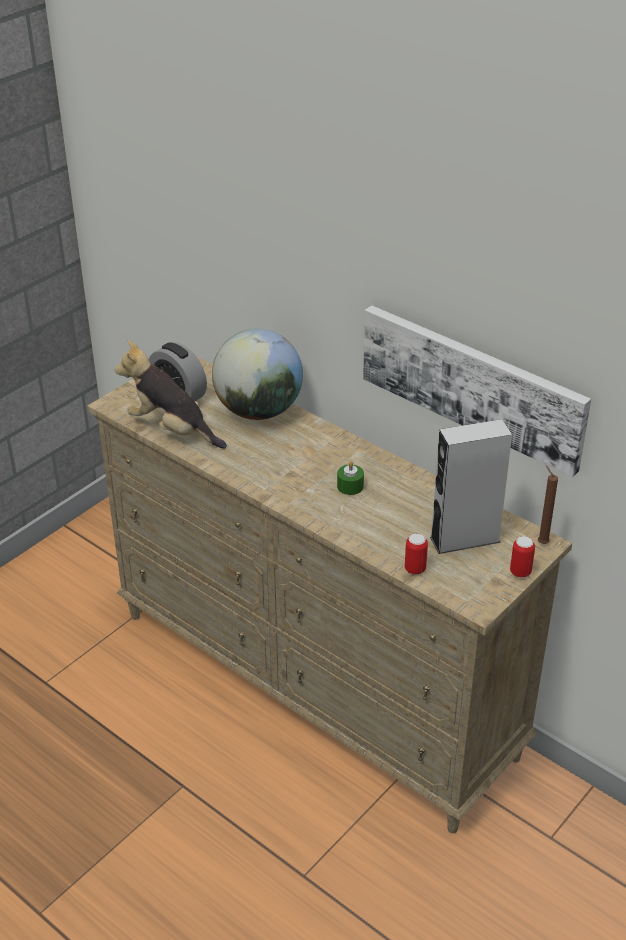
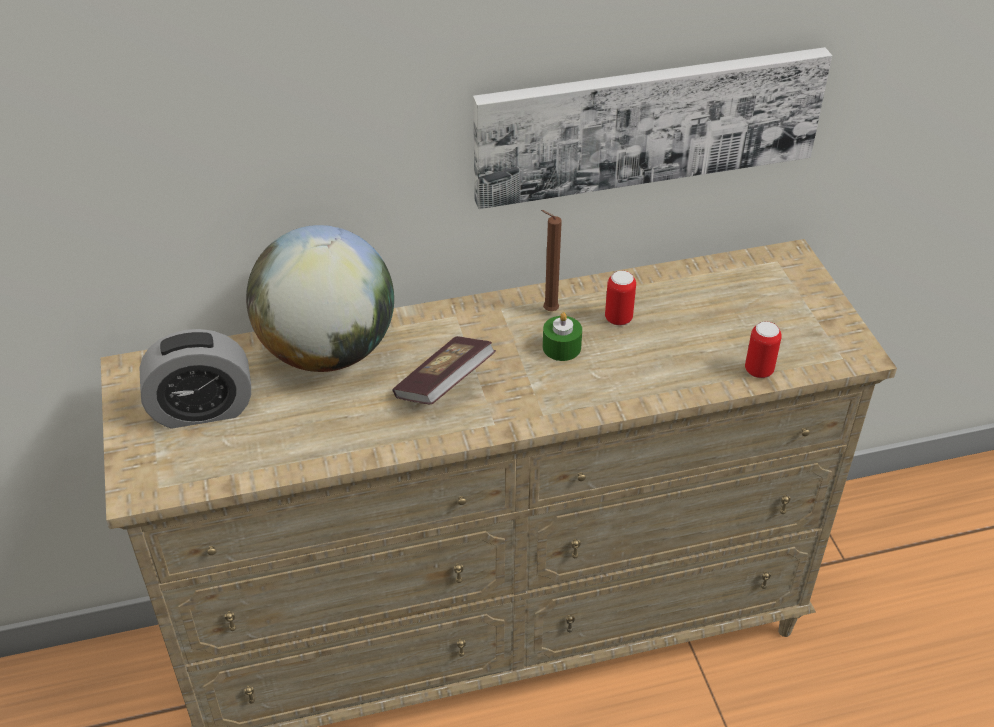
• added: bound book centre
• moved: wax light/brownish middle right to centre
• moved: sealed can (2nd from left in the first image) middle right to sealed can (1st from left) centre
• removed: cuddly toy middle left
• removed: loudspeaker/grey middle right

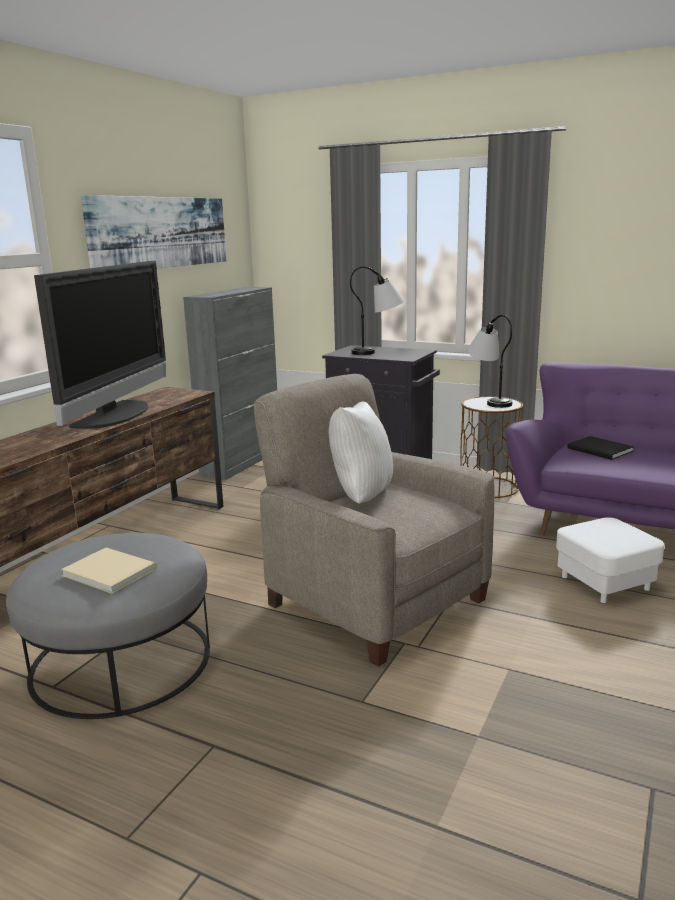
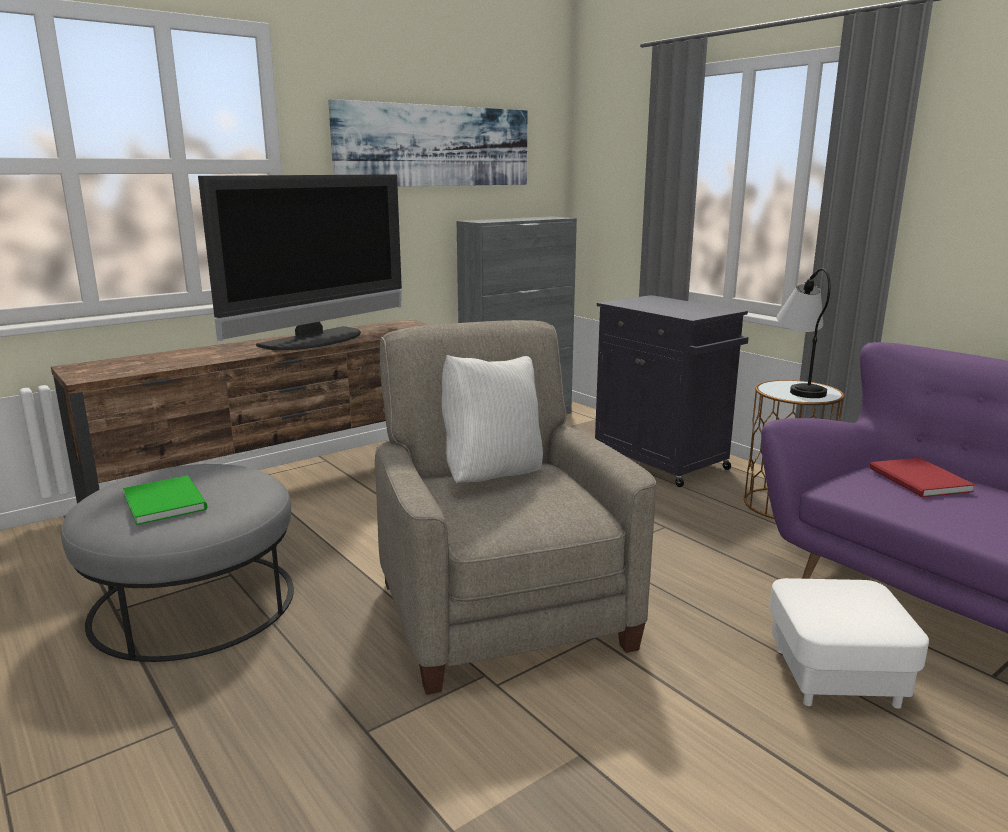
• recoloured: bound book/beige-coloured middle left to bound book/green-coloured middle left
• recoloured: bound book/blackish middle right to bound book/red middle right
• removed: tabletop lamp (1st from left) centre

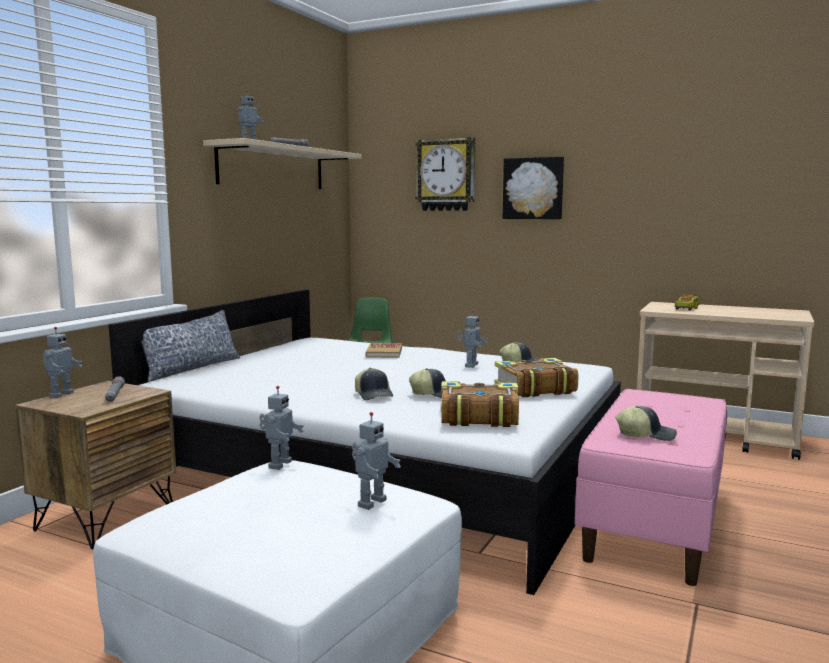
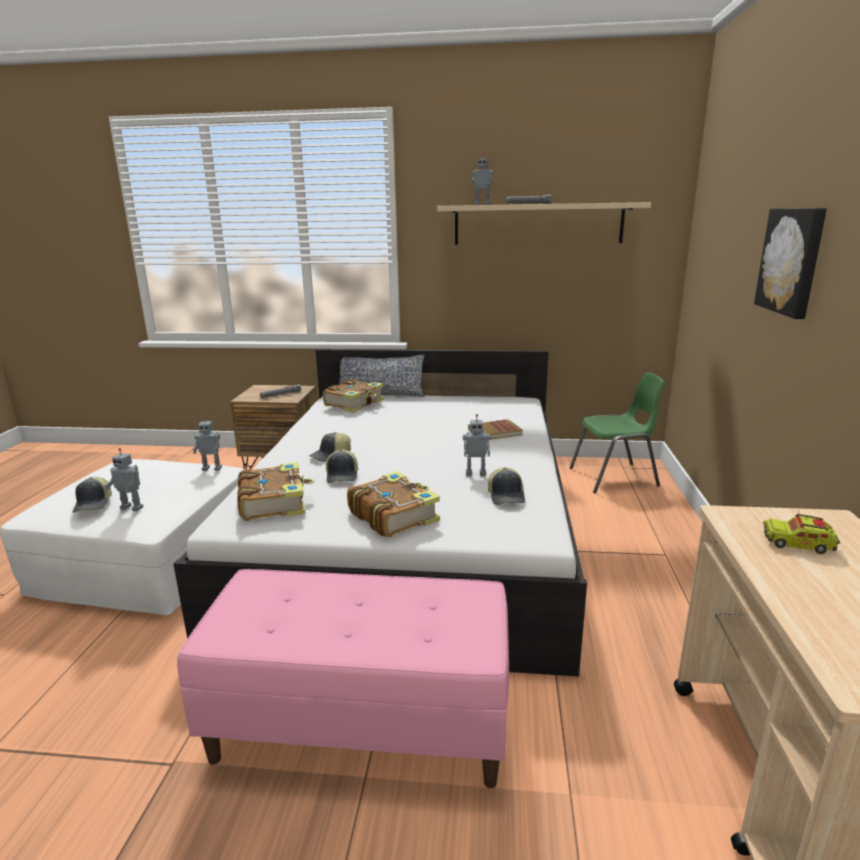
• moved: baseball cap (4th from left in the first image) middle right to baseball cap (1st from left) middle left
• added: bound book (2nd from left) centre
• removed: toy robot (1st from left) middle left
• removed: wall clock top centre

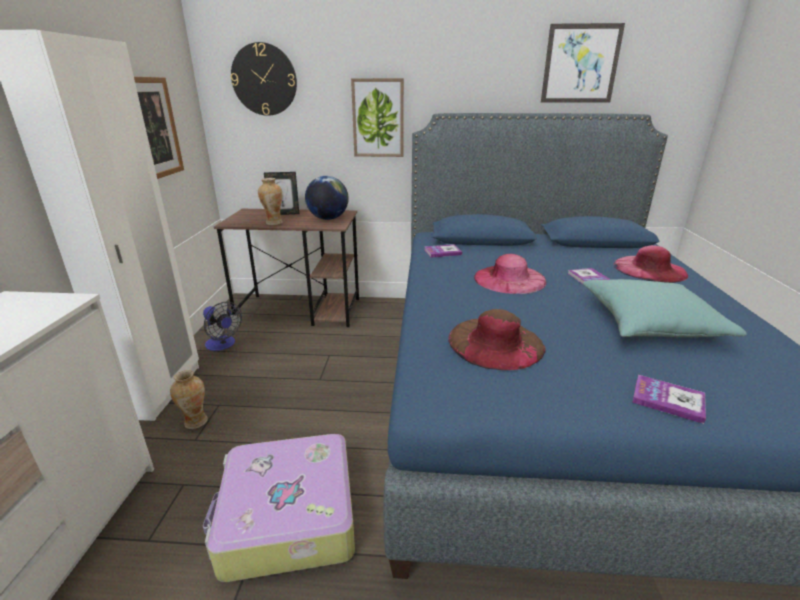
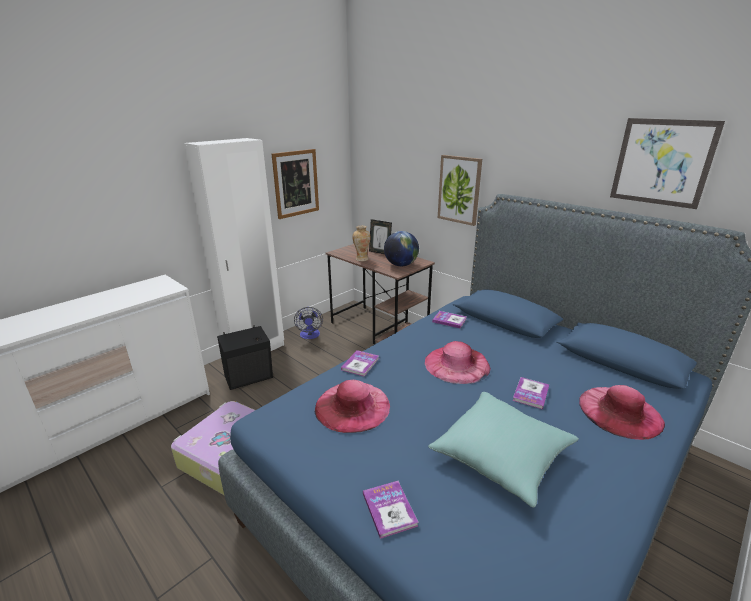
• replaced: flower vase (1st from left) middle left to loudspeaker/blackish middle left
• recoloured: wearable hat/brownish centre to wearable hat/pink-coloured (1st from left) bottom centre
• added: bound book (1st from left) centre
• removed: wall clock top left

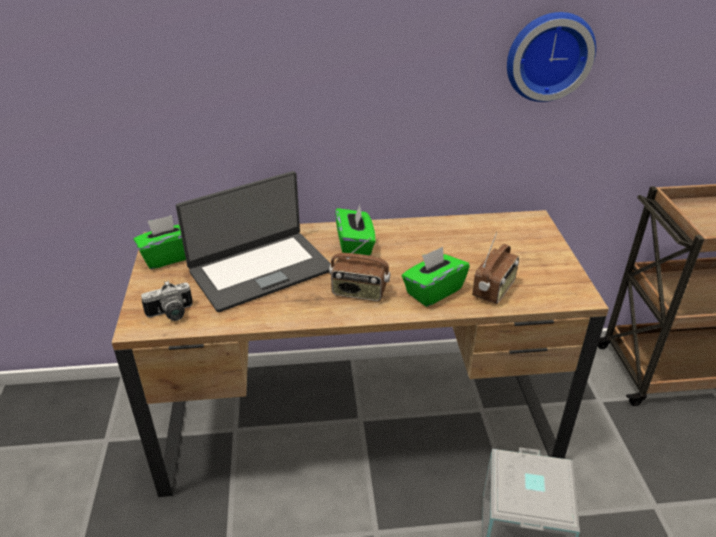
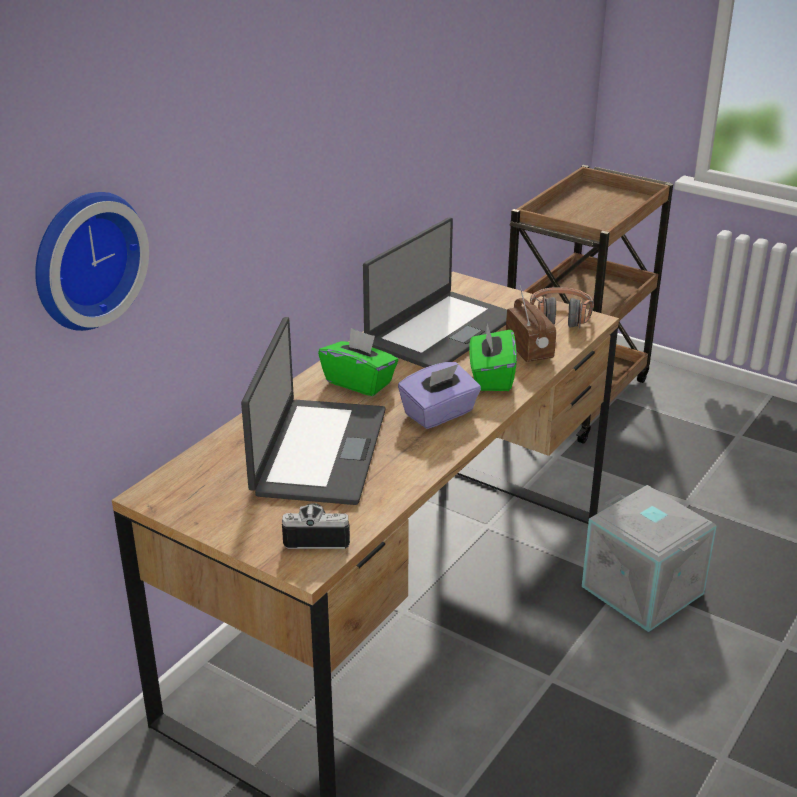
• moved: wall clock top right to top left
• turned: still camera middle left = centre 105 degrees counterclockwise
• added: notebook computer (2nd from left) centre
• replaced: radio (1st from left) centre to tissue box/purplish centre
• added: headphones middle right
• removed: tissue box/green-coloured (1st from left) middle left

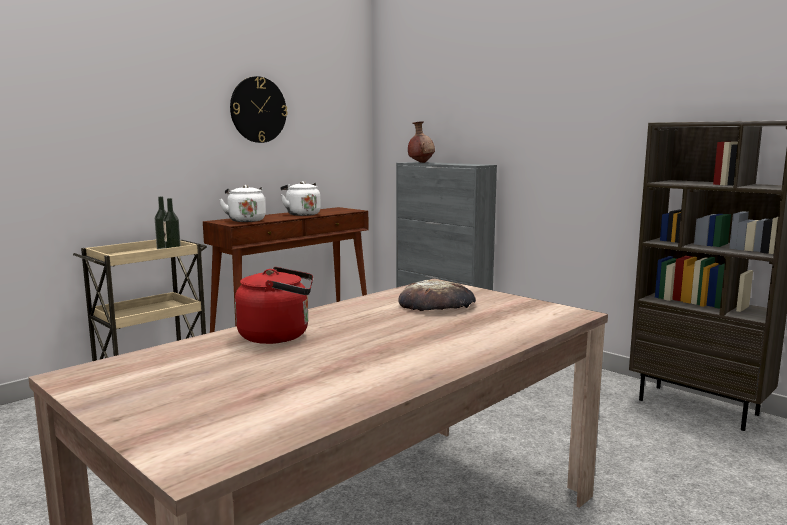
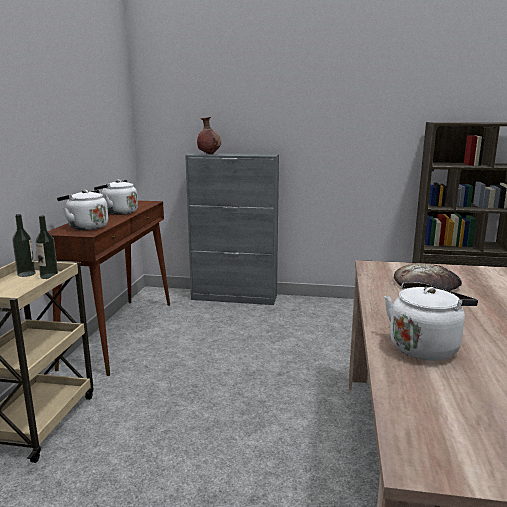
• recoloured: kettle/red centre to kettle/white (3rd from left) middle right
• removed: wall clock top left

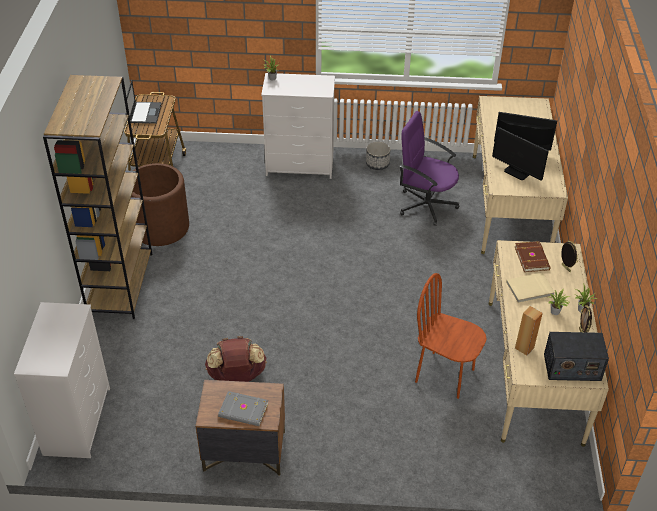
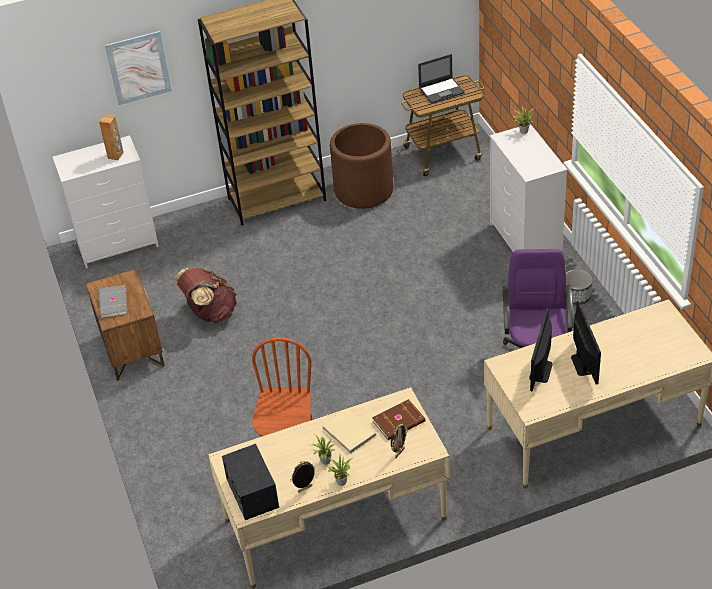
• moved: loudspeaker/brownish middle right to top left
• added: wall art top left

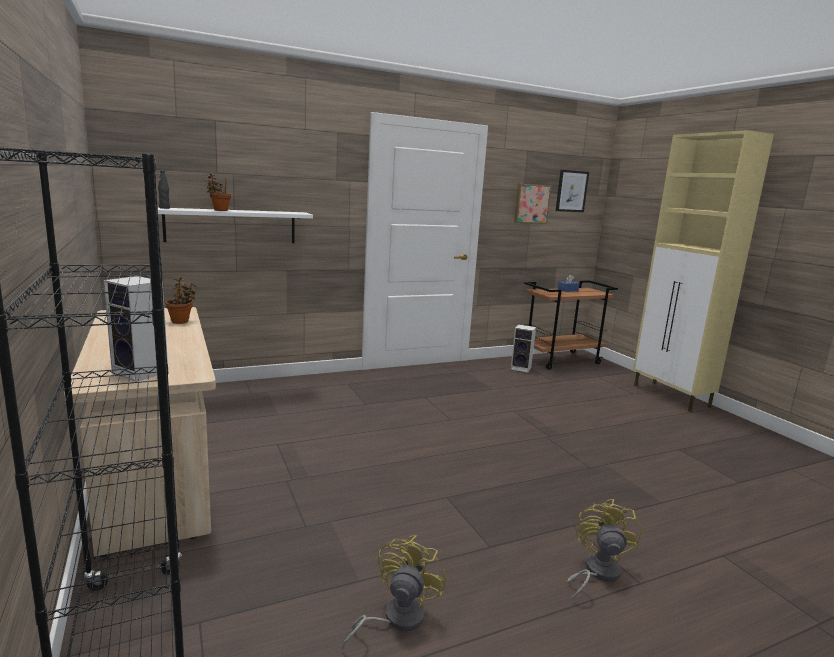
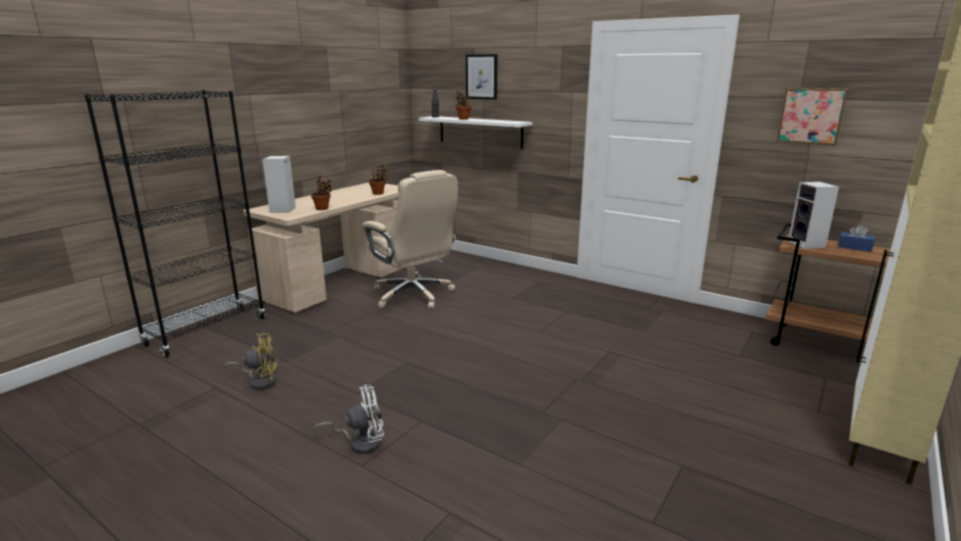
• added: plant in a pot (1st from left) centre
• recoloured: electric fan/yellow-coloured (2nd from left) bottom right to electric fan/white bottom centre
• added: computer chair/beige-coloured centre
• moved: wall art (2nd from left in the first image) top right to wall art (1st from left) top centre
• moved: loudspeaker (2nd from left) centre to middle right

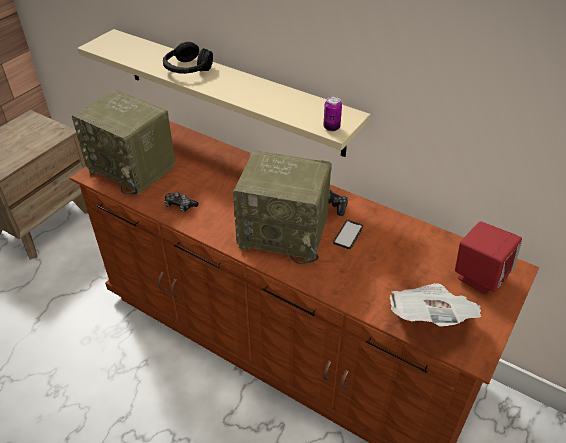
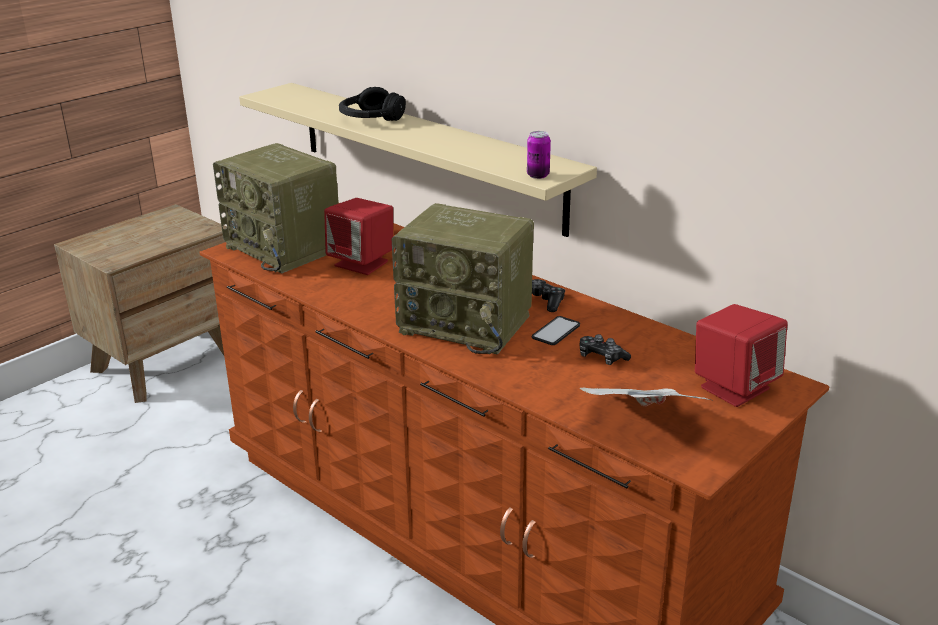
• added: loudspeaker/red (1st from left) centre
• moved: gamepad (1st from left in the first image) middle left to gamepad (2nd from left) centre

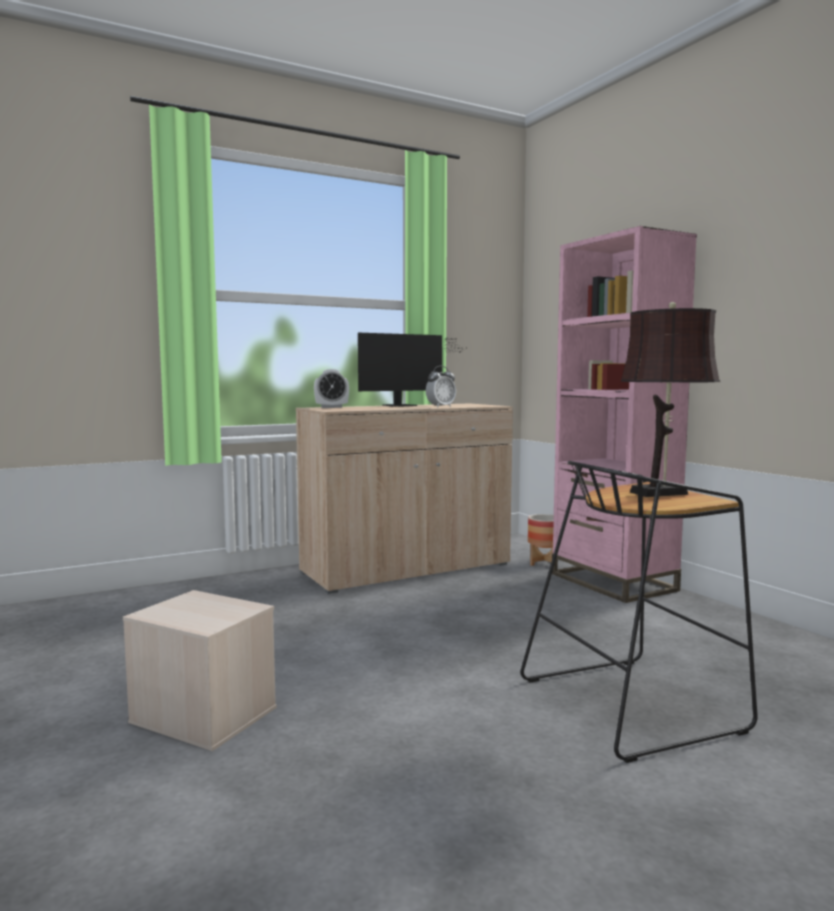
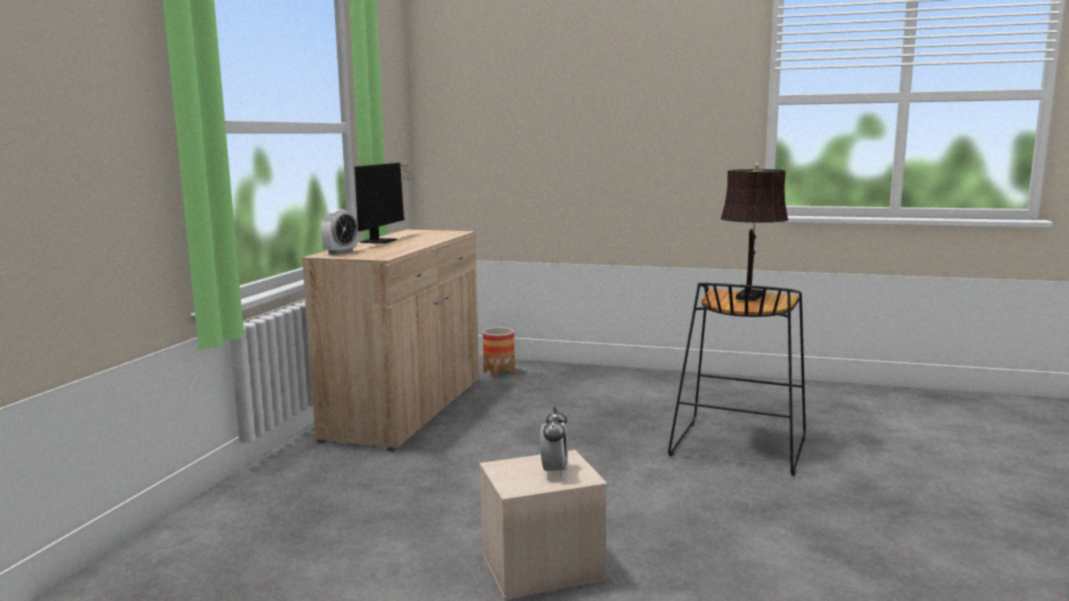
• moved: bedside clock (2nd from left) centre to bottom centre
• removed: bookcase/pink-coloured middle right

